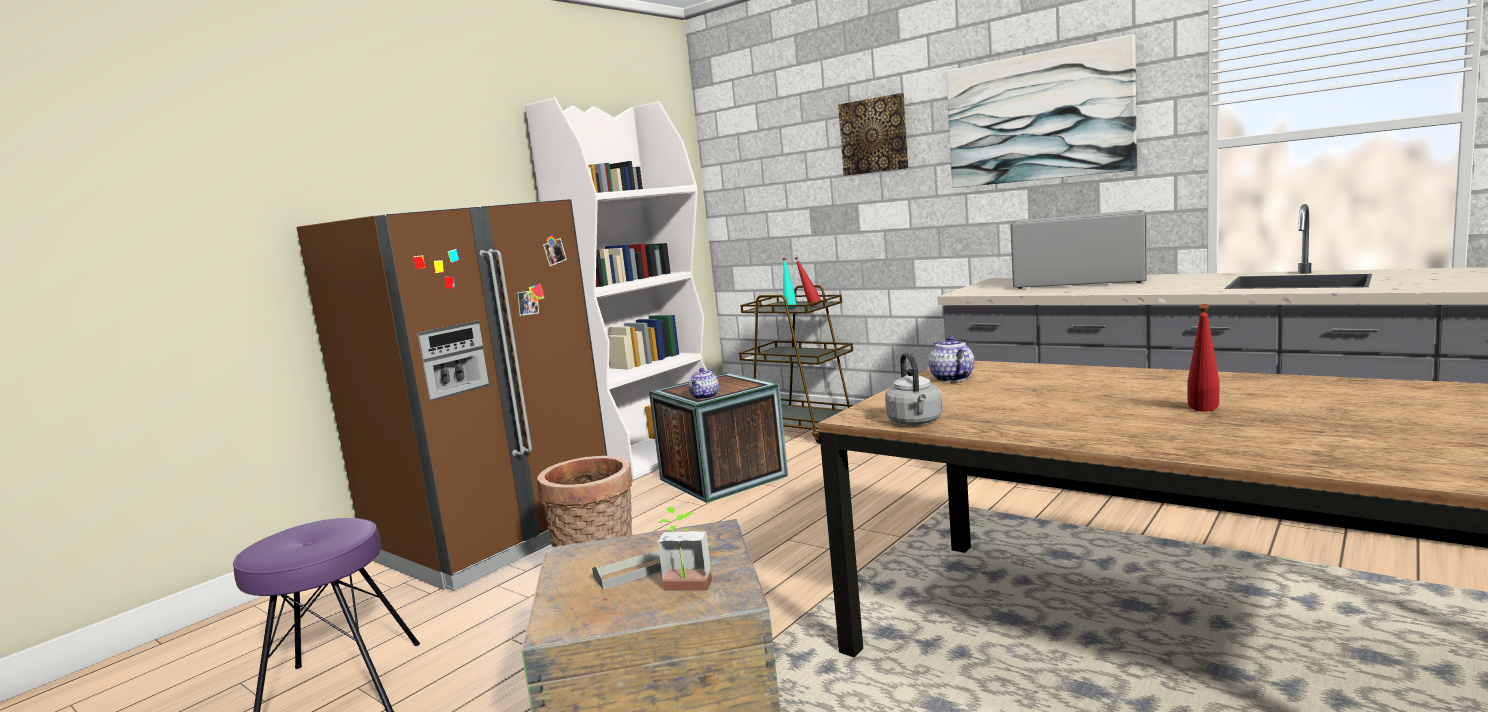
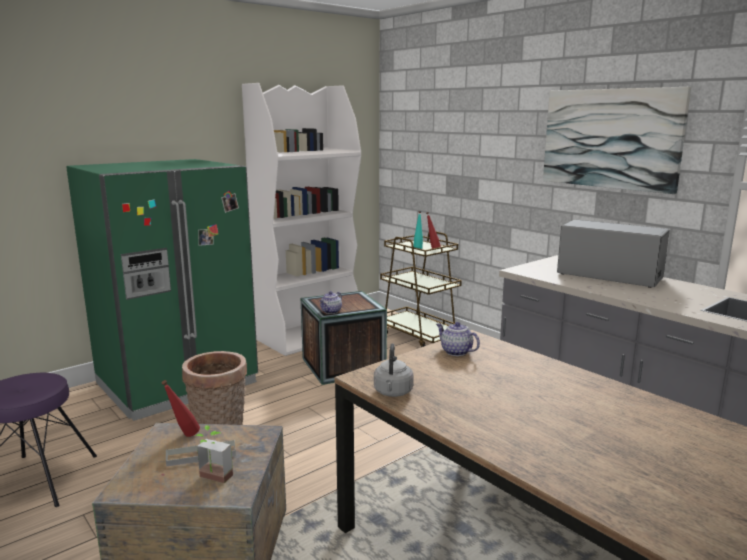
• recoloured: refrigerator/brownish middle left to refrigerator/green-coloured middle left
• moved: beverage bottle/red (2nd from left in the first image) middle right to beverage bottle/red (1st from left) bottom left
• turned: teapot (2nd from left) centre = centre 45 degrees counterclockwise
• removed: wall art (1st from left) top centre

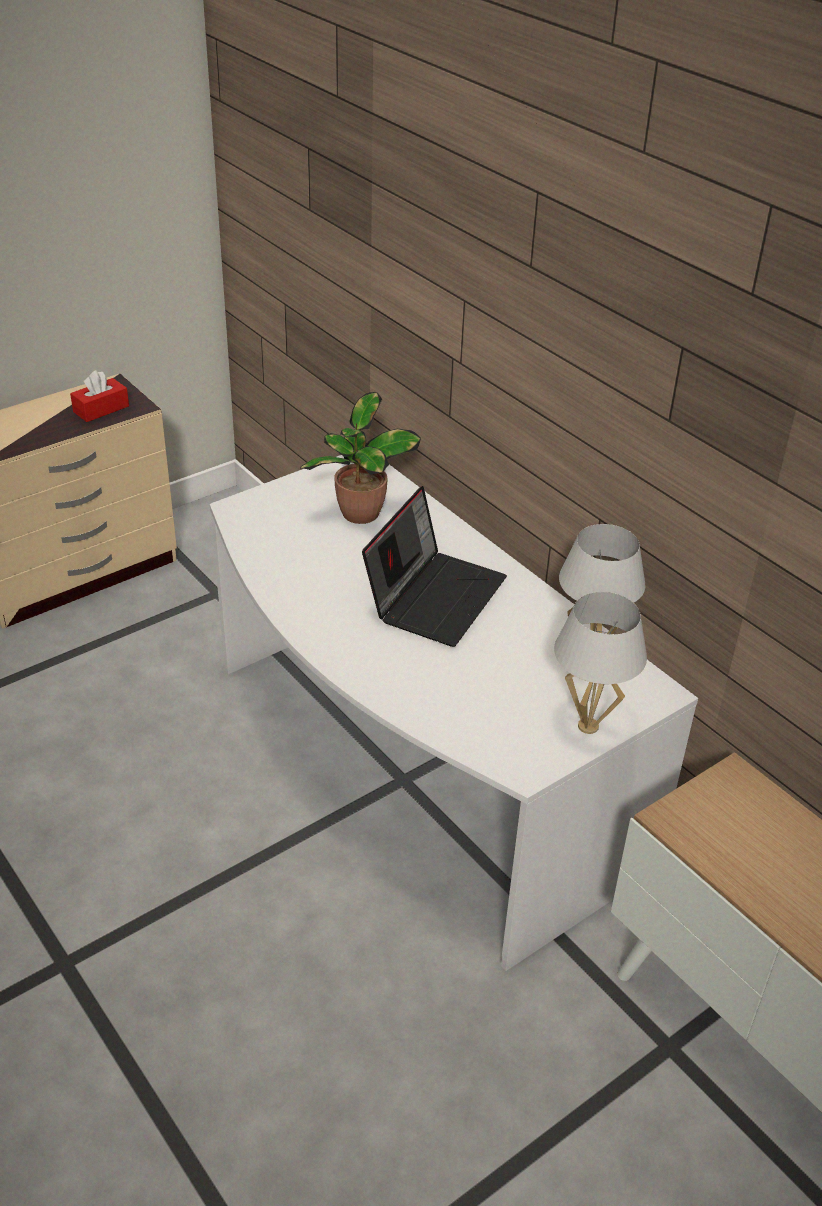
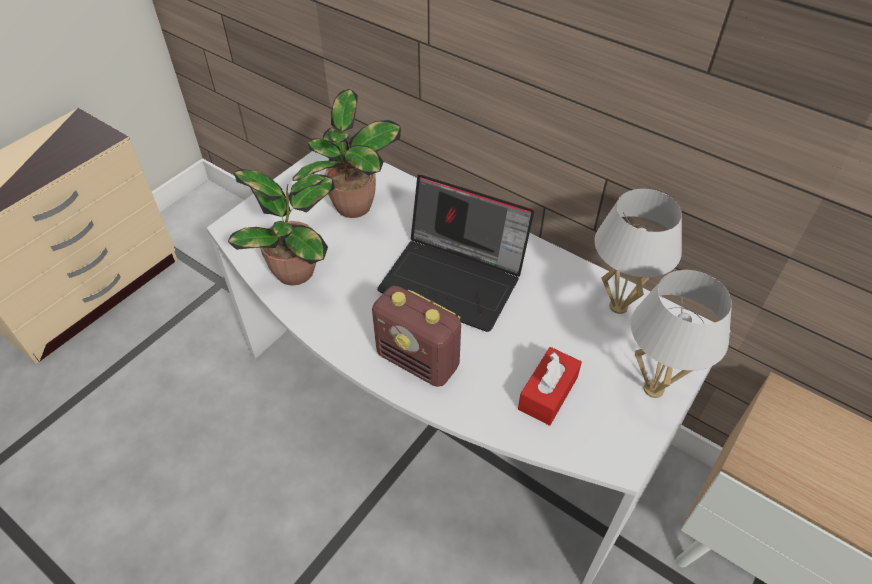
• added: plant in a pot (1st from left) middle left
• added: radio centre
• turned: notebook computer centre = centre 105 degrees clockwise
• moved: tissue box/red top left to centre

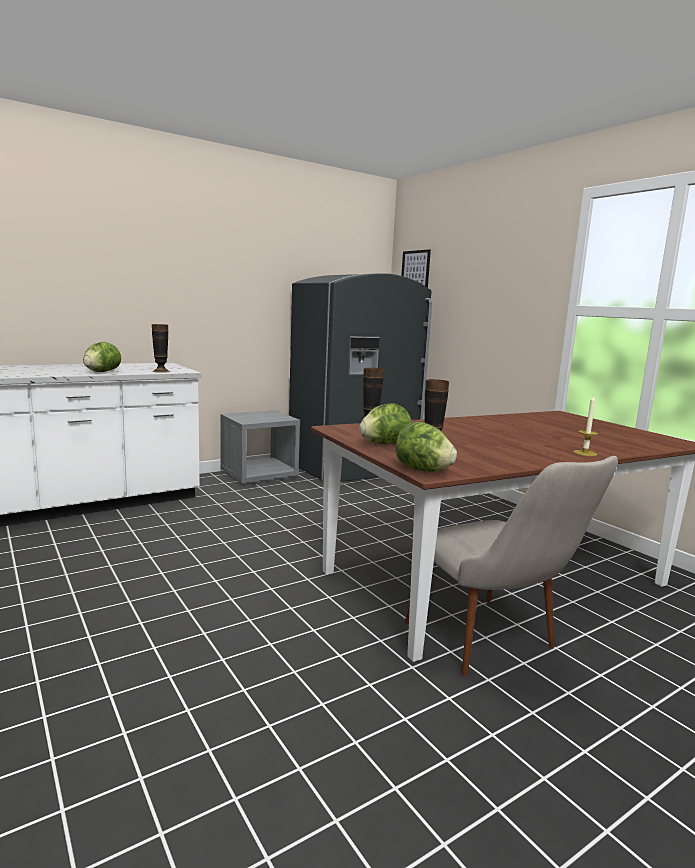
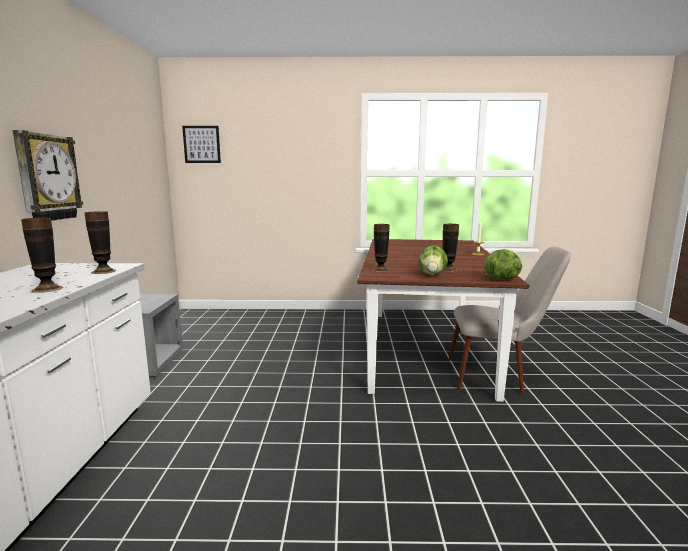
• added: wall clock top left
• replaced: lettuce (1st from left) middle left to flower vase (1st from left) middle left
• removed: refrigerator/grey centre

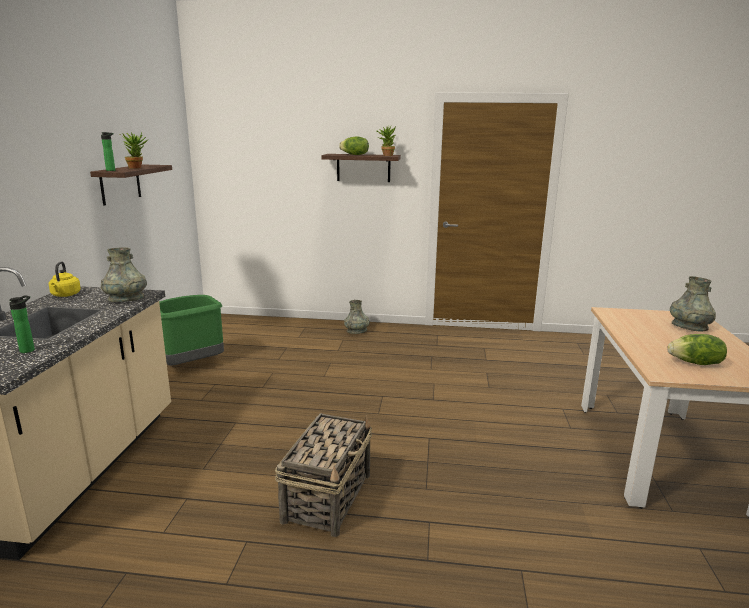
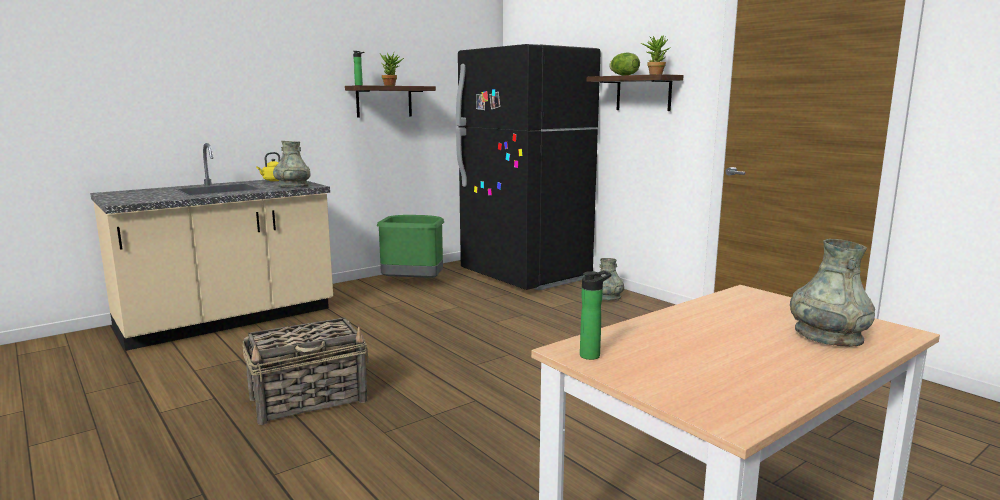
• added: refrigerator/blackish centre
• moved: beverage bottle (1st from left in the first image) middle left to beverage bottle (2nd from left) centre
• removed: lettuce (2nd from left) middle right

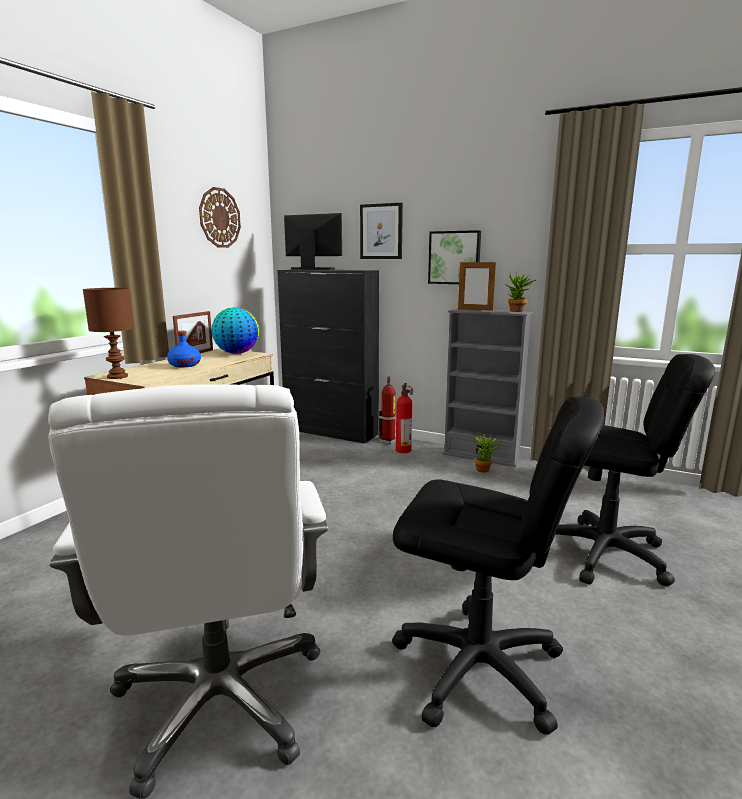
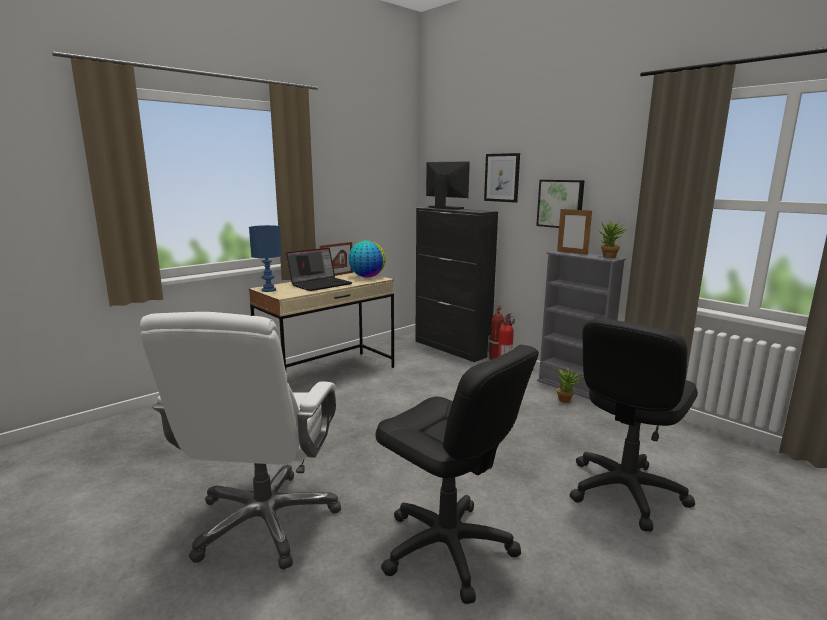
• recoloured: tabletop lamp/brownish middle left to tabletop lamp/blue-coloured middle left
• replaced: beverage bottle/blue-coloured middle left to notebook computer centre
• turned: computer chair/blackish (2nd from left) middle right = bottom right 90 degrees clockwise
• removed: wall clock top left

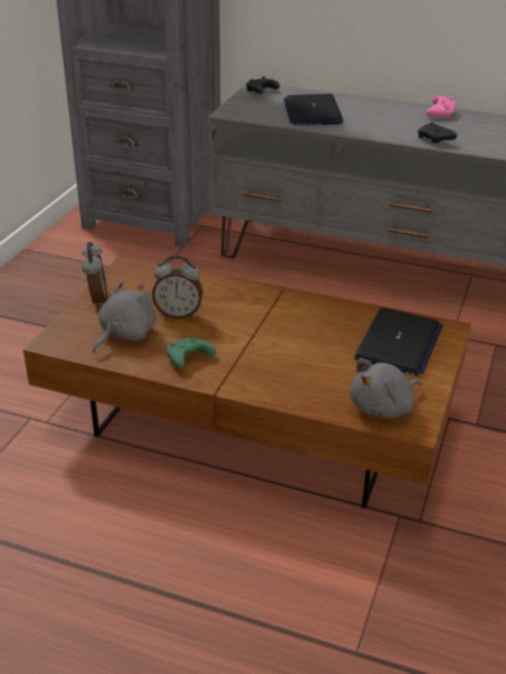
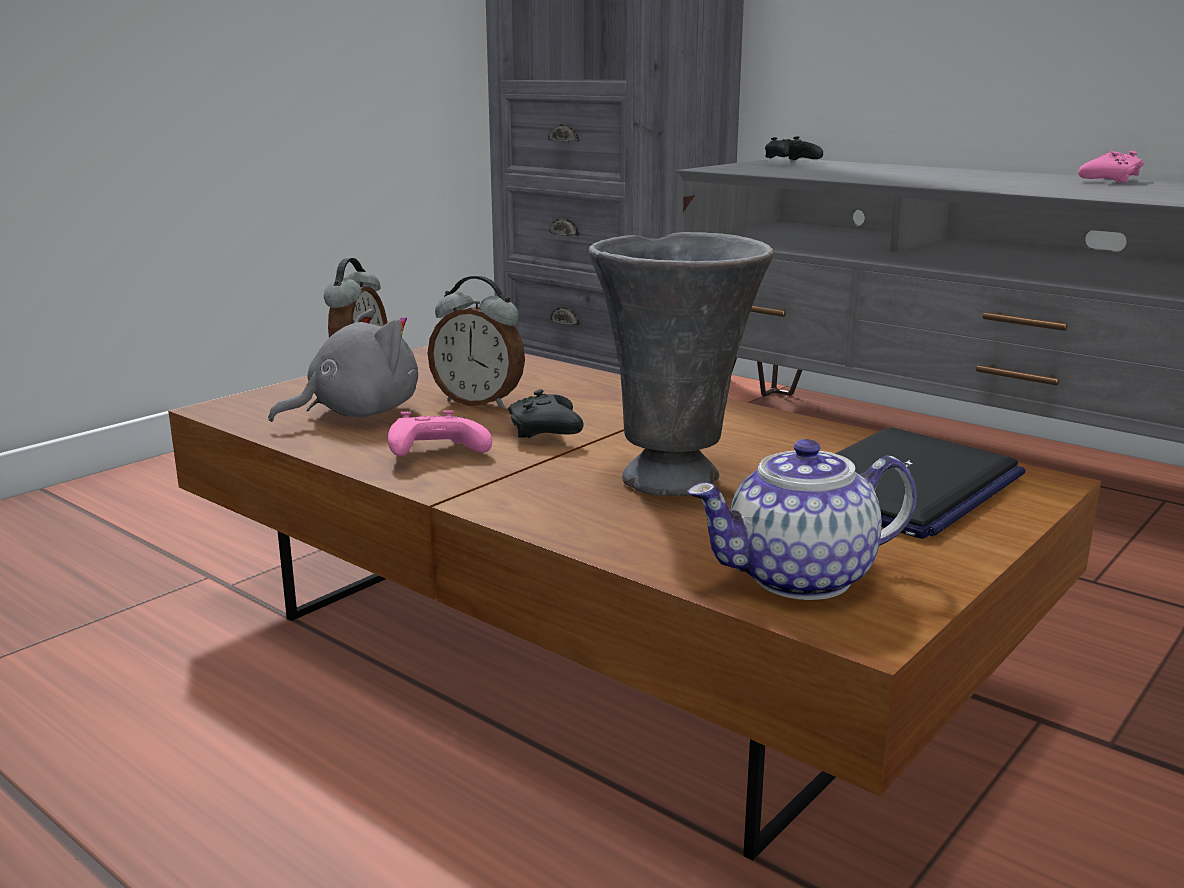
• recoloured: gamepad/green-coloured centre to gamepad/pink-coloured (1st from left) centre
• moved: gamepad/blackish (2nd from left in the first image) top right to gamepad/blackish (1st from left) centre
• added: flower vase/grey centre
• replaced: cuddly toy/grey (2nd from left) middle right to teapot middle right
• removed: notebook computer (1st from left) top centre

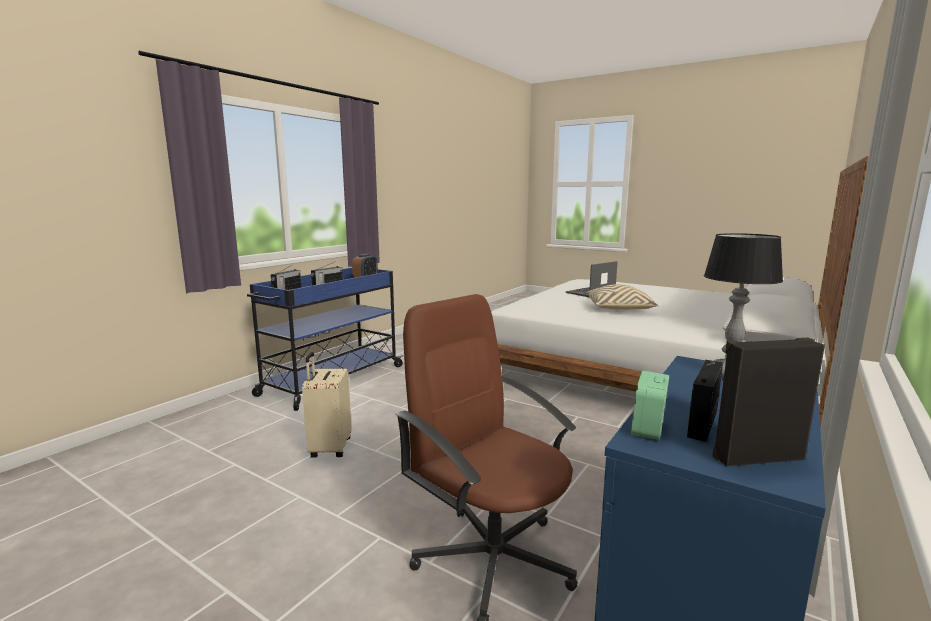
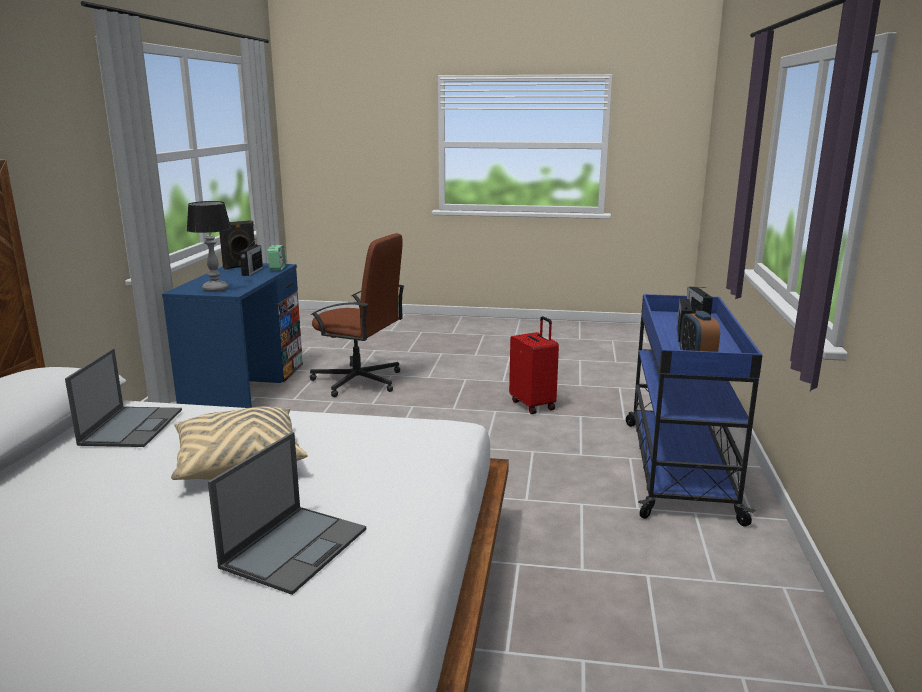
• added: notebook computer (1st from left) middle left
• recoloured: piece of luggage/beige-coloured centre to piece of luggage/red centre

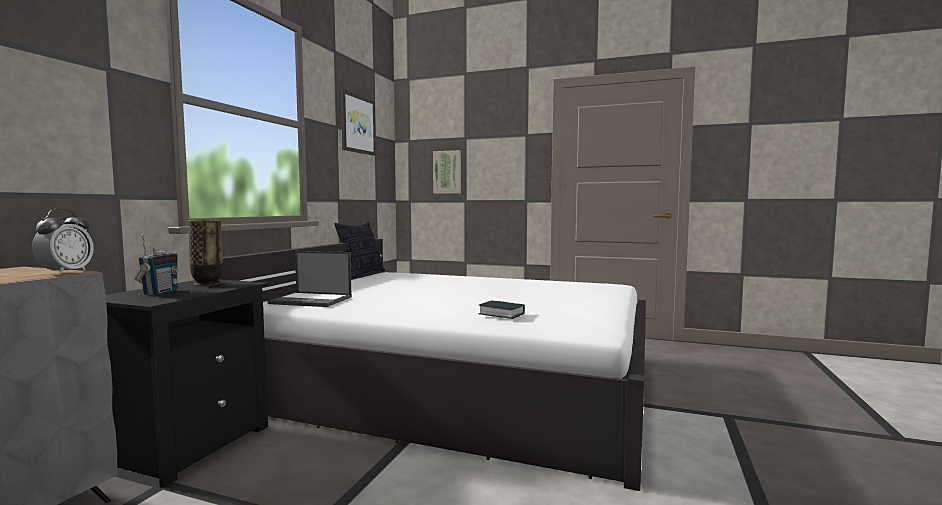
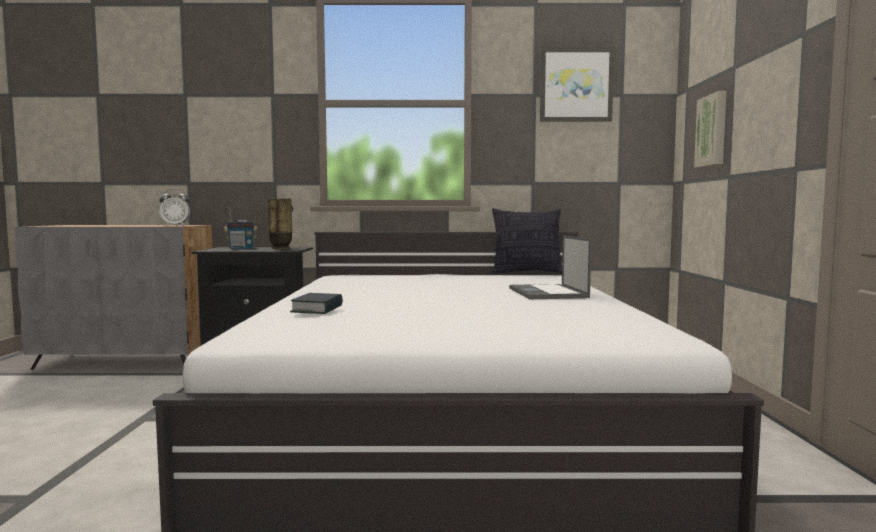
• moved: notebook computer middle left to centre

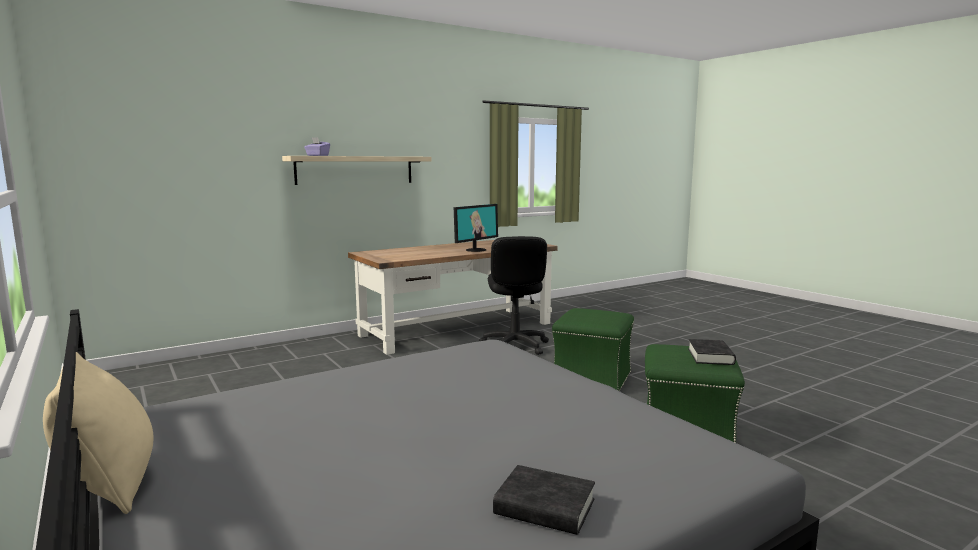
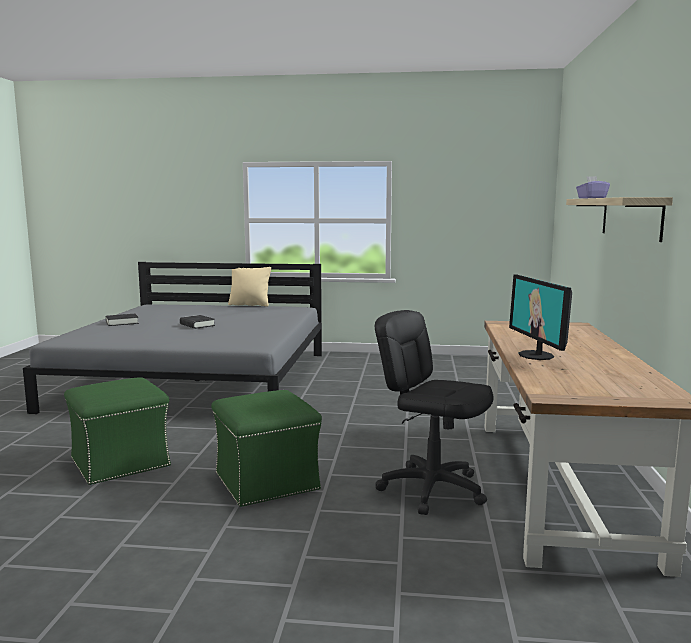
• moved: bound book/blackish (2nd from left) middle right to middle left

